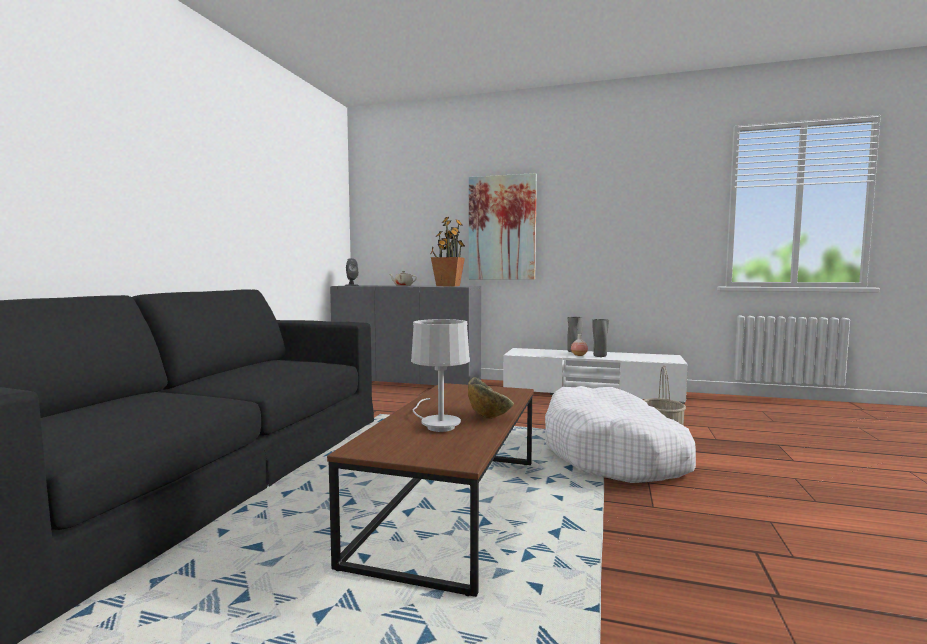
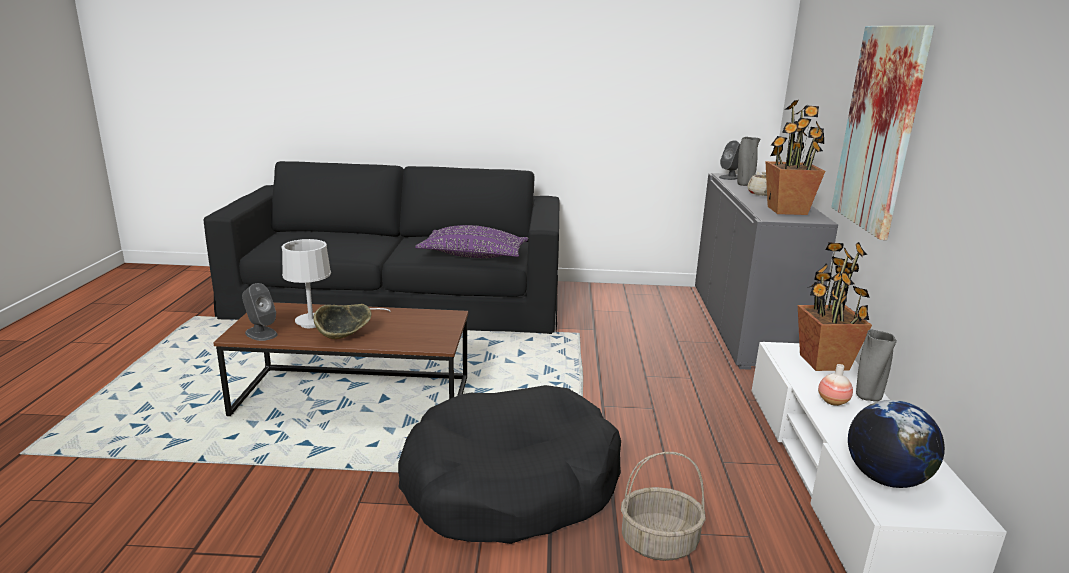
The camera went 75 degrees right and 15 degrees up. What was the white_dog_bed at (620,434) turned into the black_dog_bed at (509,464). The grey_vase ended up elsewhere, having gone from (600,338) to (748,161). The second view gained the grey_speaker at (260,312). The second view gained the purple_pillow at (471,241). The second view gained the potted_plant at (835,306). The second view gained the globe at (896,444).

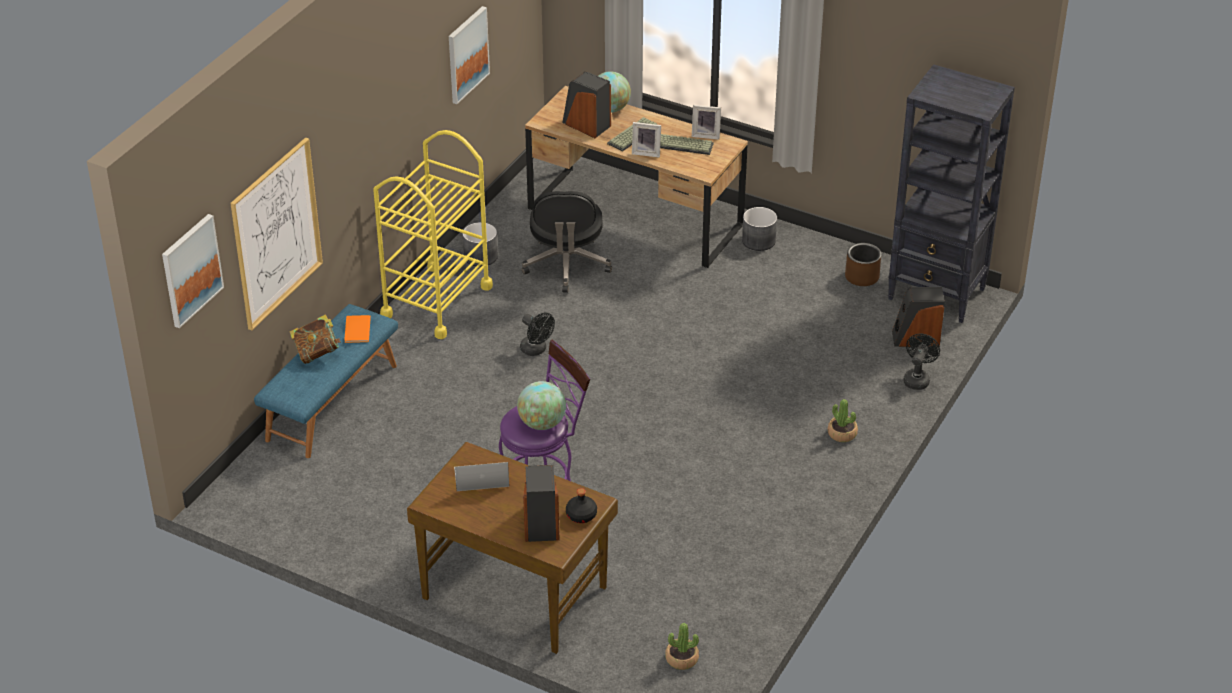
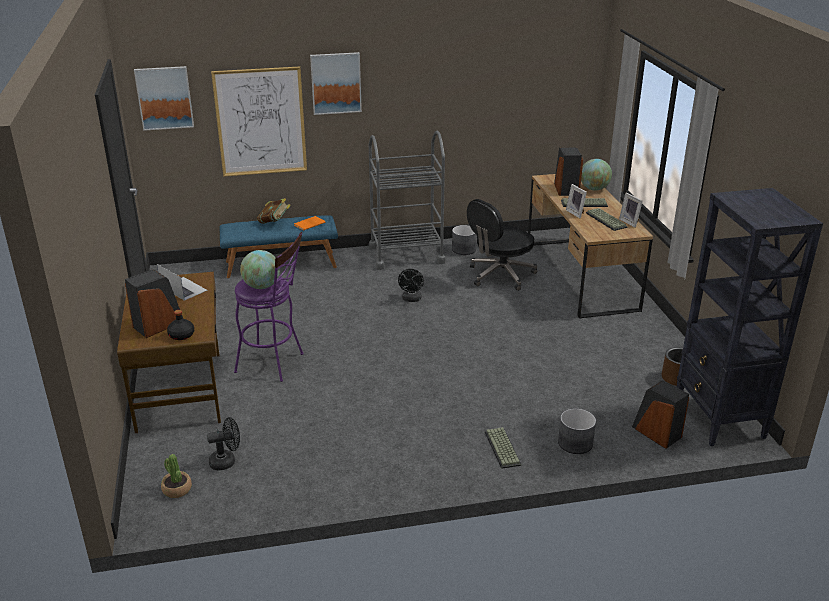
The camera went 50 degrees right and 10 degrees down. What was the yellow_cart at (433,234) turned into the grey_cart at (407,200). The picture ended up elsewhere, having gone from (469,55) to (336,83). The grey_planter ended up elsewhere, having gone from (759,229) to (577,431). Where the potted_plant stood at (843,420), the keyboard came to stand at (503,448). The black_fan ended up elsewhere, having gone from (921,362) to (223,444).

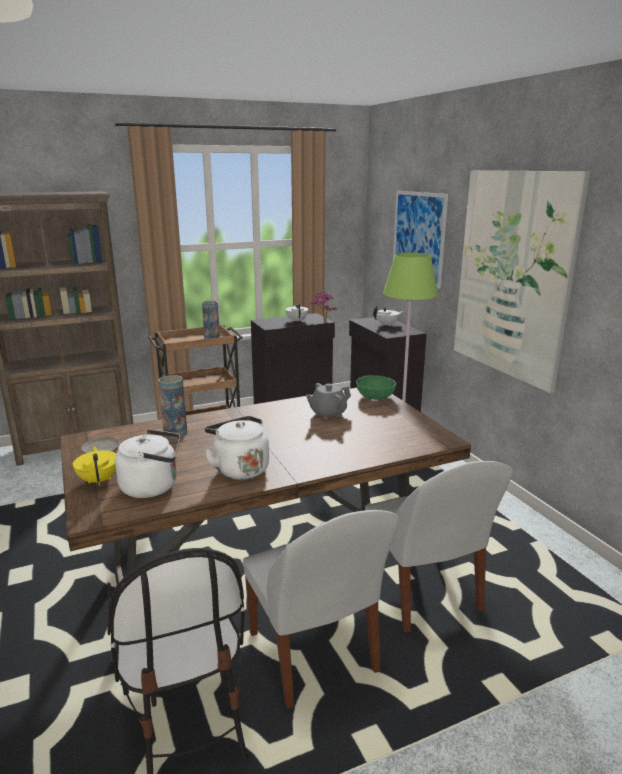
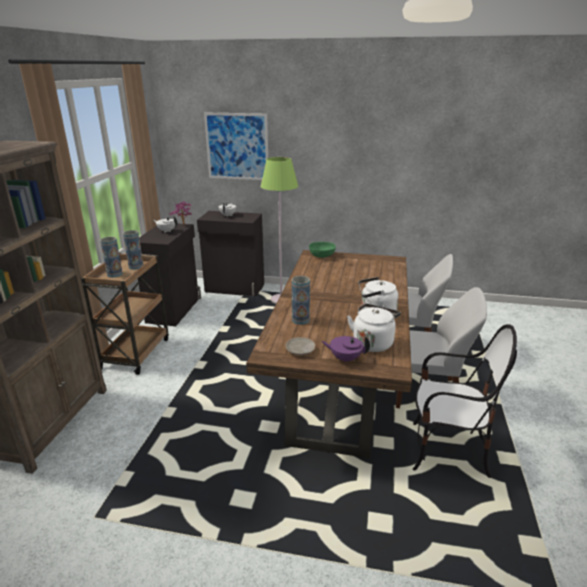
The camera went 55 degrees left and 5 degrees up. What was the yellow_teapot at (94,466) turned into the purple_teapot at (345,349). The second view lost the grey_teapot at (328,401). The second view lost the picture at (522,281). The second view gained the vase at (111,257).

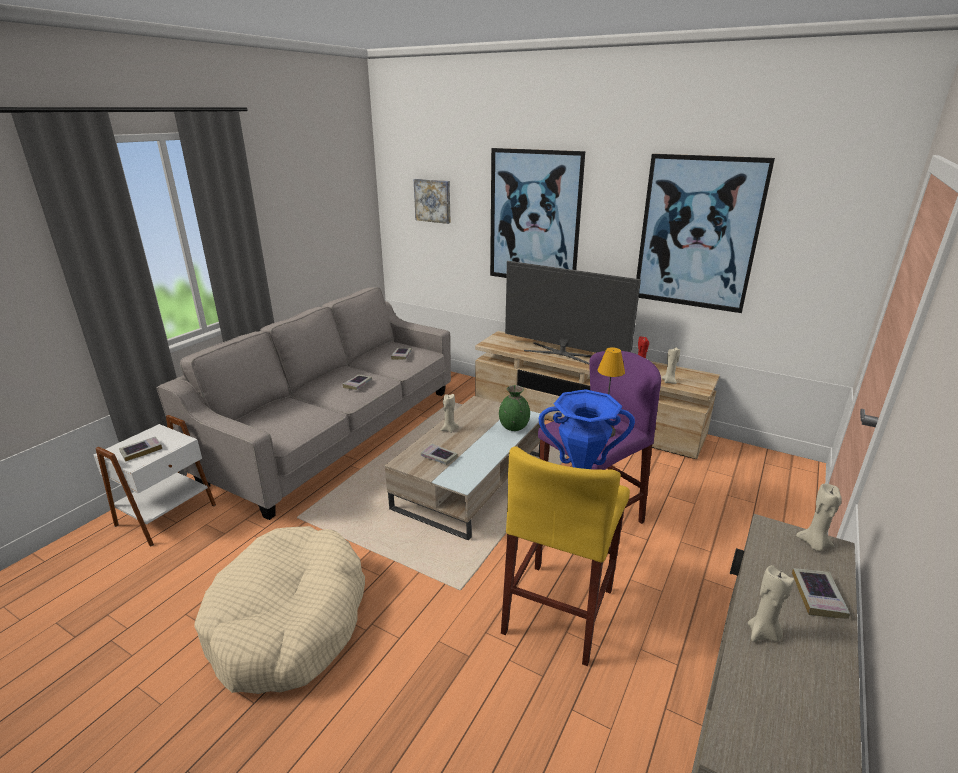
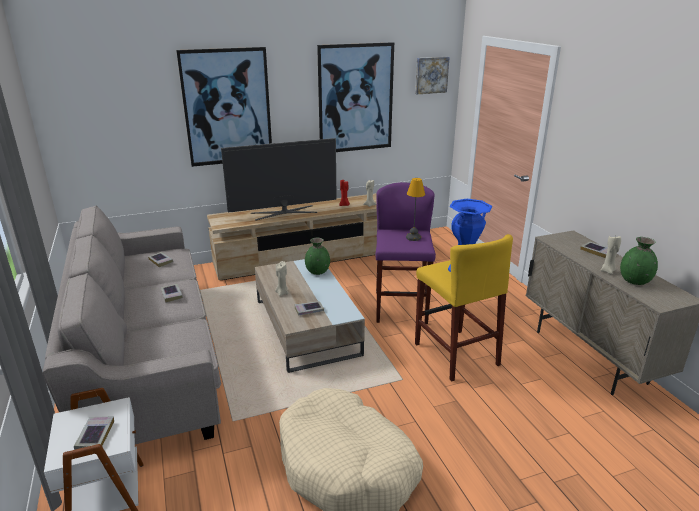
The camera went 50 degrees left and 0 degrees up. The picture ended up elsewhere, having gone from (432,201) to (432,75). The second view lost the beige_candle at (819,517). The second view gained the green_vase at (639,261).

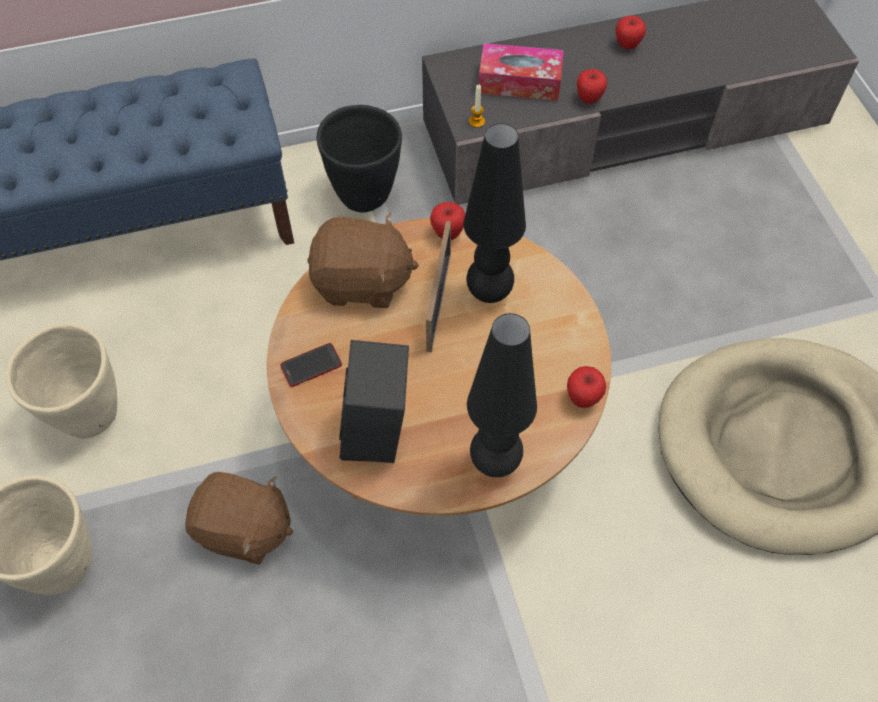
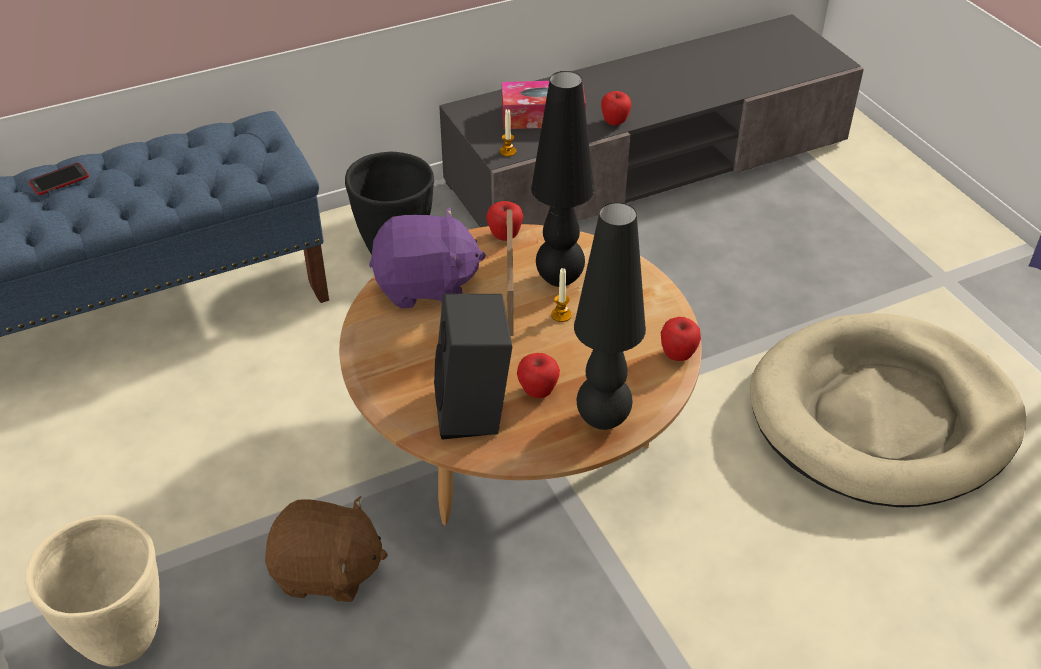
The camera went 10 degrees left and 15 degrees down. The second view lost the beige_planter at (61,381). The phone ended up elsewhere, having gone from (311,365) to (59,179). What was the brown_plush_toy at (363,260) turned into the purple_plush_toy at (427,258). The apple ended up elsewhere, having gone from (631,32) to (538,375). The second view gained the candle at (561,295).

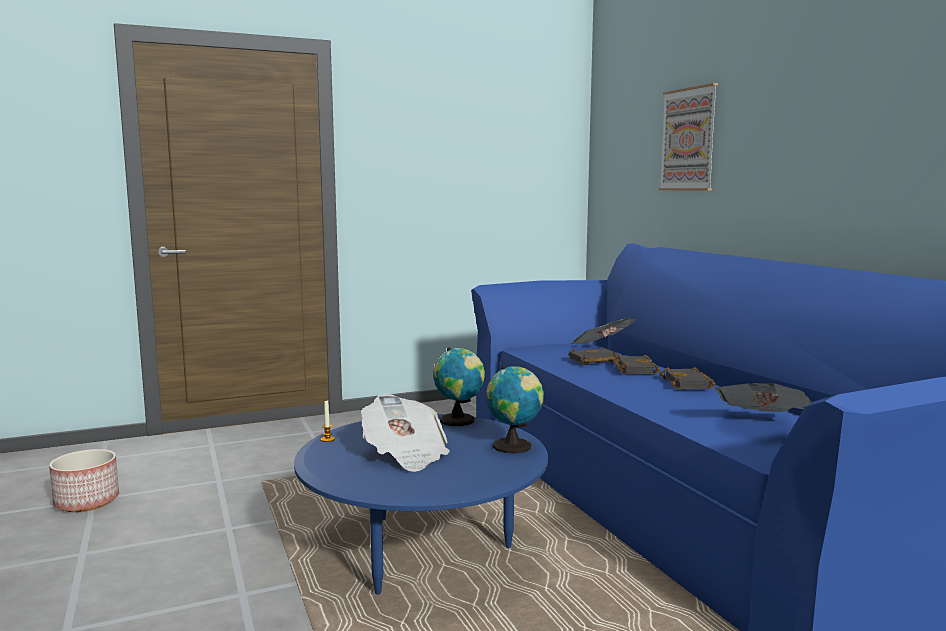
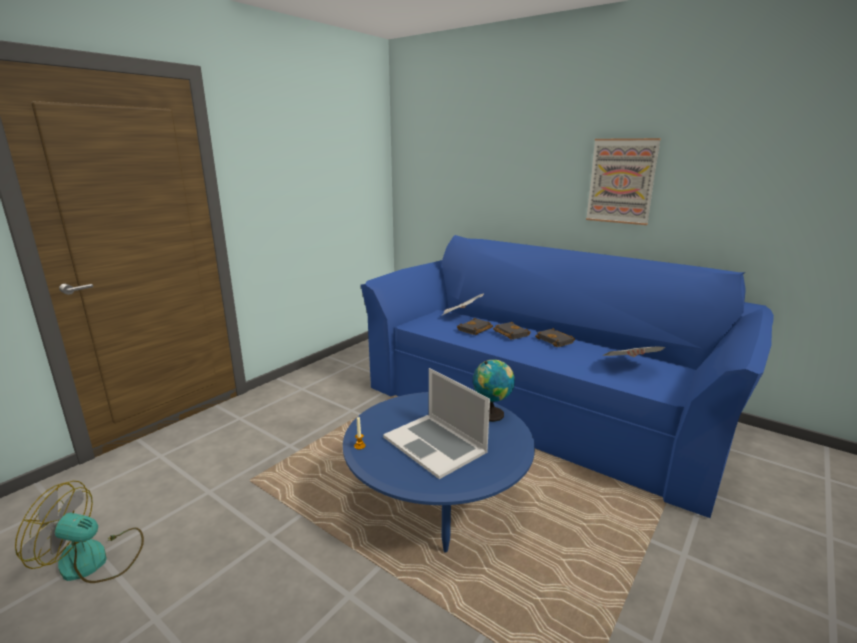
The camera went 30 degrees left and 10 degrees up. Where the planter stood at (84,480), the fan came to stand at (79,532). Where the newspaper stood at (405,433), the laptop came to stand at (436,423). The second view lost the globe at (459,387). The picture ended up elsewhere, having gone from (688,137) to (623,181).

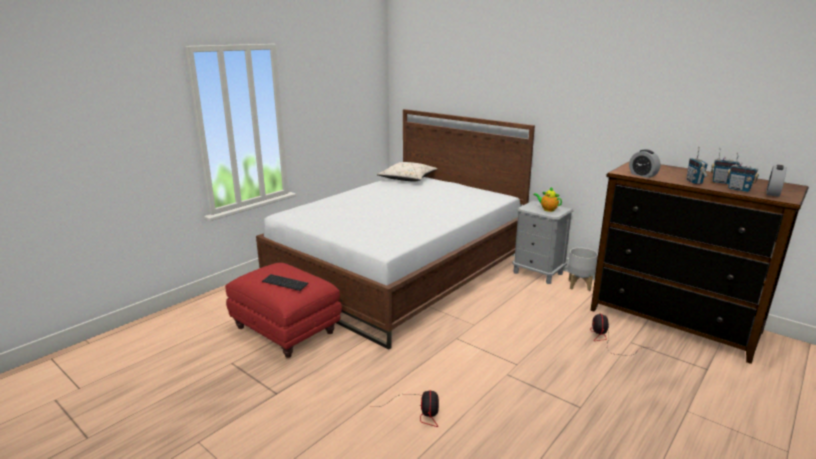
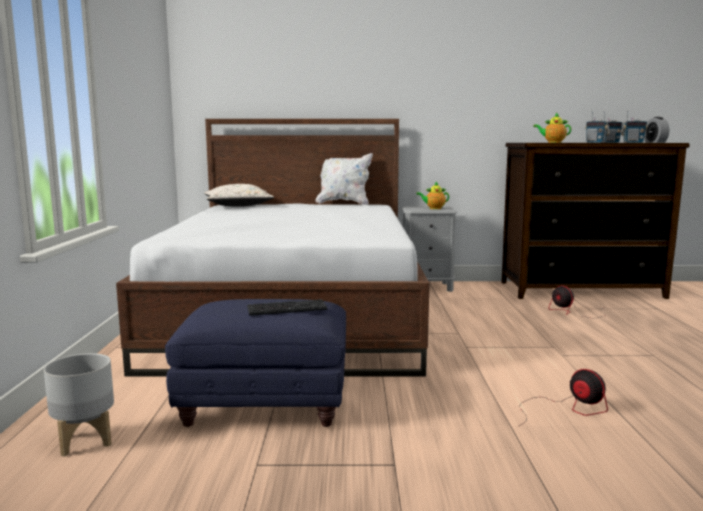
The camera went 40 degrees left and 10 degrees down. What was the red_ottoman at (283,310) turned into the blue_ottoman at (255,363). The grey_planter ended up elsewhere, having gone from (583,269) to (79,404). Where the alarm_clock stood at (645,163), the teapot came to stand at (552,128). The second view gained the white_pillow at (344,179).

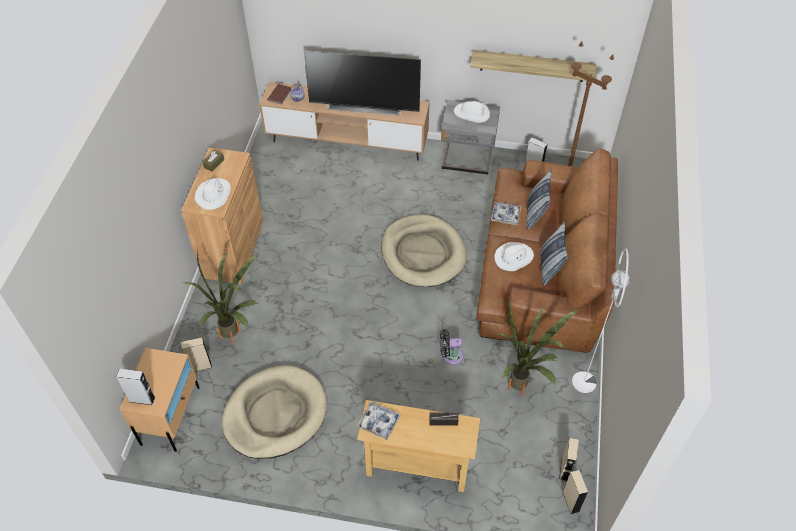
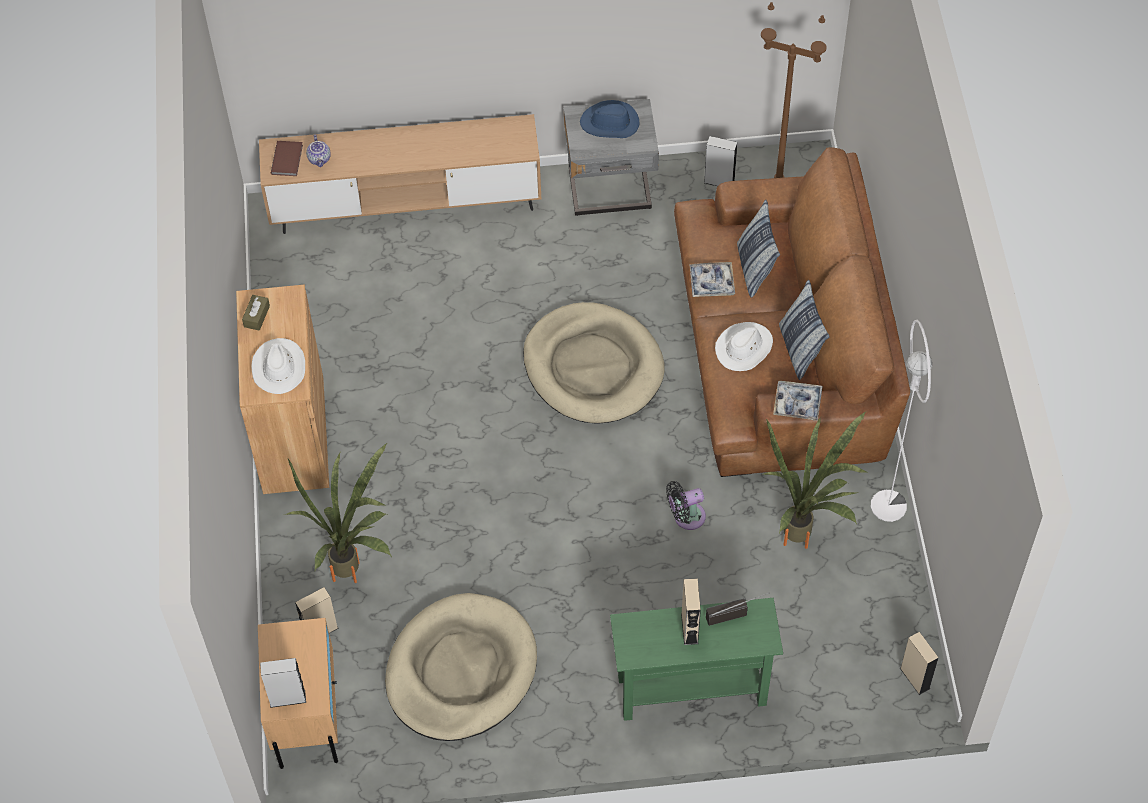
The camera went 15 degrees left and 5 degrees up. The second view lost the television at (362,82). What was the beige_console_table at (418,446) turned into the green_console_table at (696,659). The tray ended up elsewhere, having gone from (379,421) to (797,401). What was the white_hat at (472,112) turned into the blue_hat at (610,119). The second view lost the shelf at (533,66). The beige_speaker ended up elsewhere, having gone from (569,459) to (691,611).

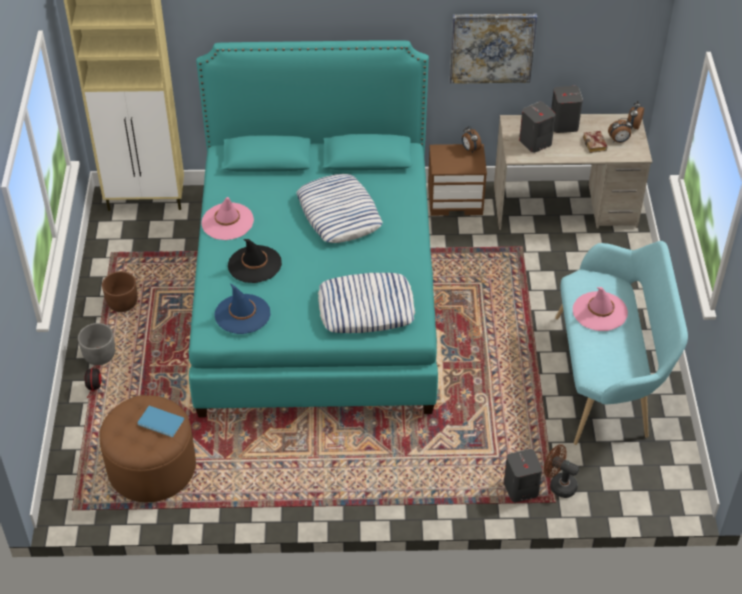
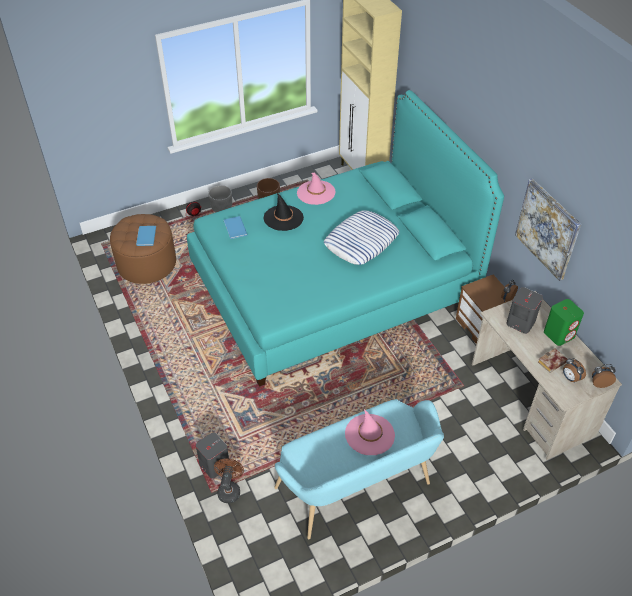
The camera went 65 degrees right and 0 degrees up. Where the blue_hat stood at (242,309), the blue_book came to stand at (236,227). The second view lost the pillow at (366,303). What was the grey_speaker at (567,109) turned into the green_speaker at (564,322).

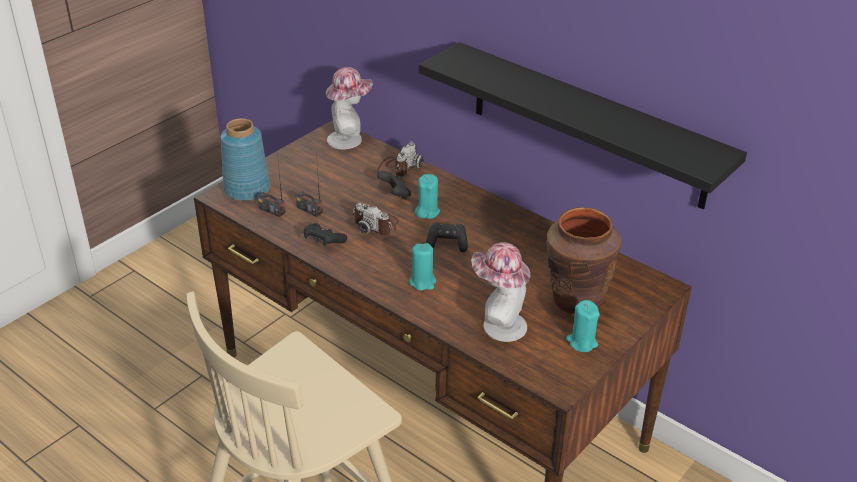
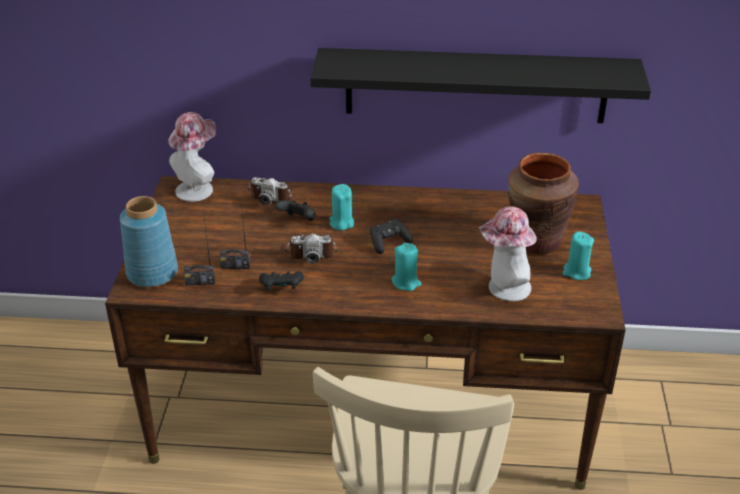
The camera went 35 degrees left and 0 degrees up. The photo_camera at (400,159) ended up facing another way, 120 degrees clockwise from before.

